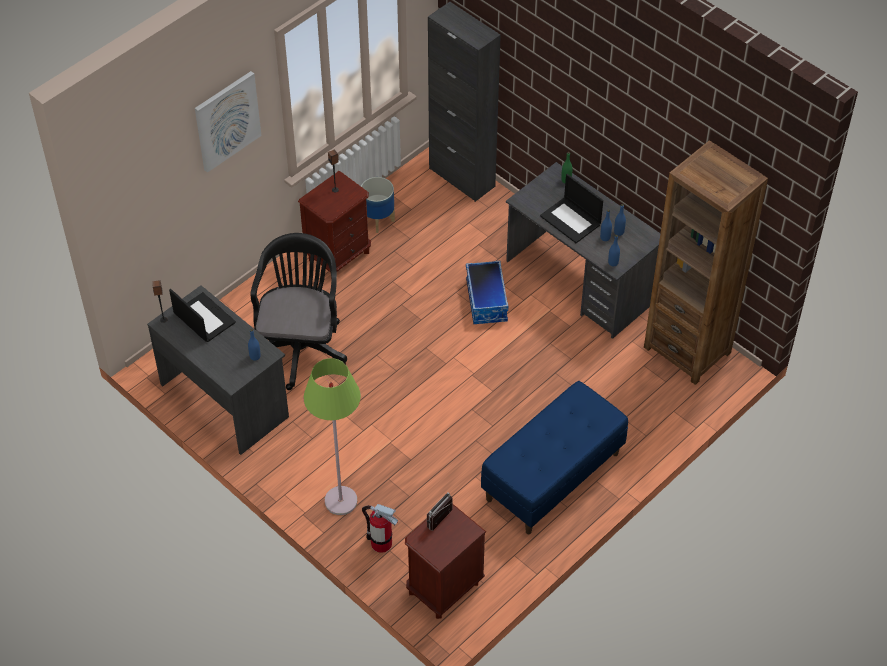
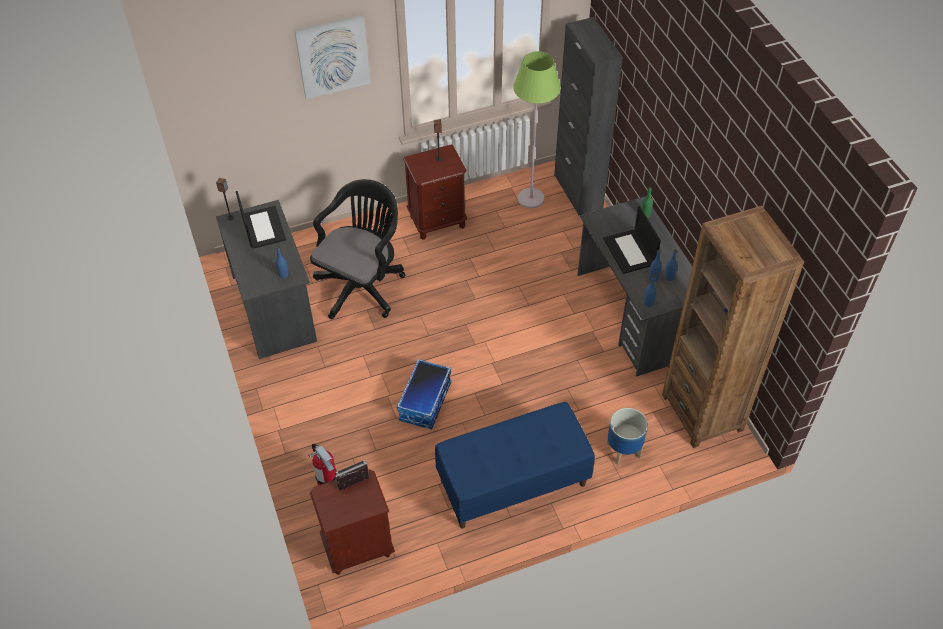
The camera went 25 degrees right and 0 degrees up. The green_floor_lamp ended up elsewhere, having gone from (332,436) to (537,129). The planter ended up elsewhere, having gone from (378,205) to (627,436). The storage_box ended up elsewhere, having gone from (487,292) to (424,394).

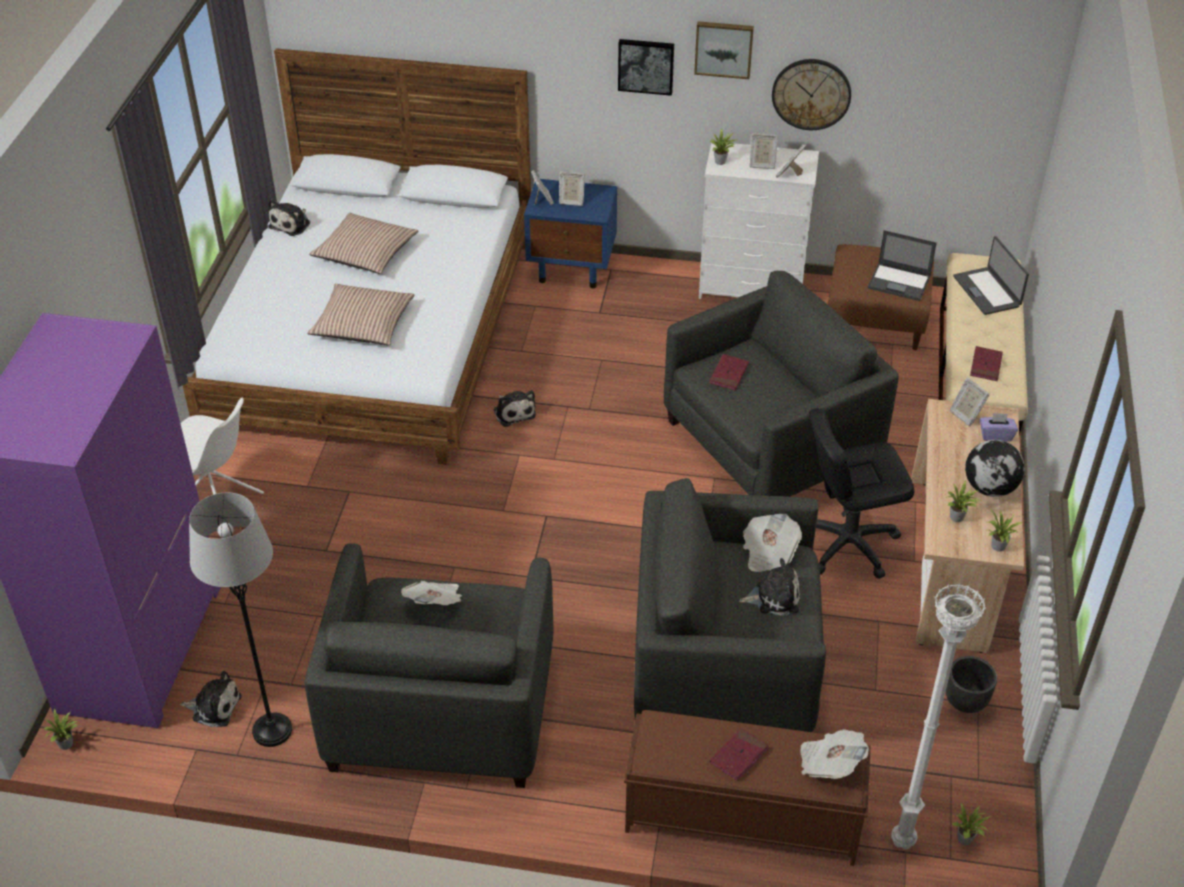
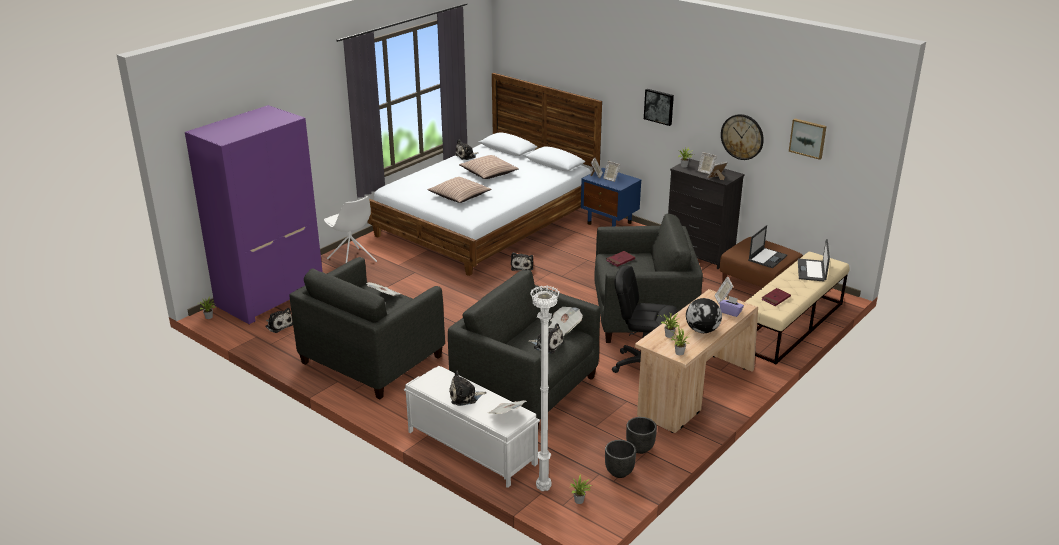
The camera went 30 degrees right and 15 degrees down. The second view lost the grey_floor_lamp at (240,619). What was the brown_bench at (747,788) turned into the white_bench at (472,427). The picture ended up elsewhere, having gone from (724,50) to (808,139). What was the white_dresser at (759,221) turned into the black_dresser at (706,214). Where the red_book stood at (739,754), the plush_toy came to stand at (468,388). The laptop at (902,265) ended up facing another way, 105 degrees counterclockwise from before. The second view gained the black_planter at (620,459).

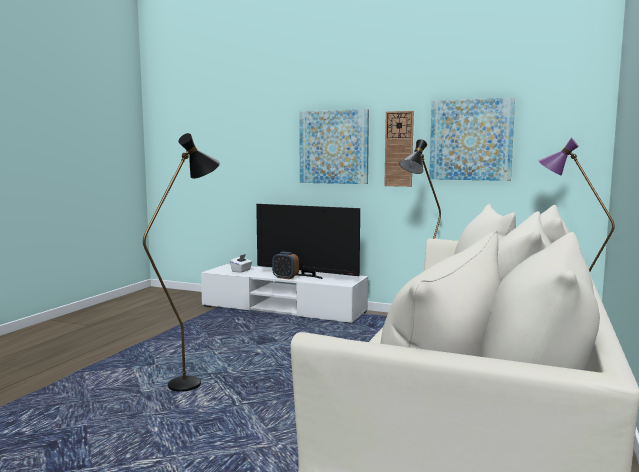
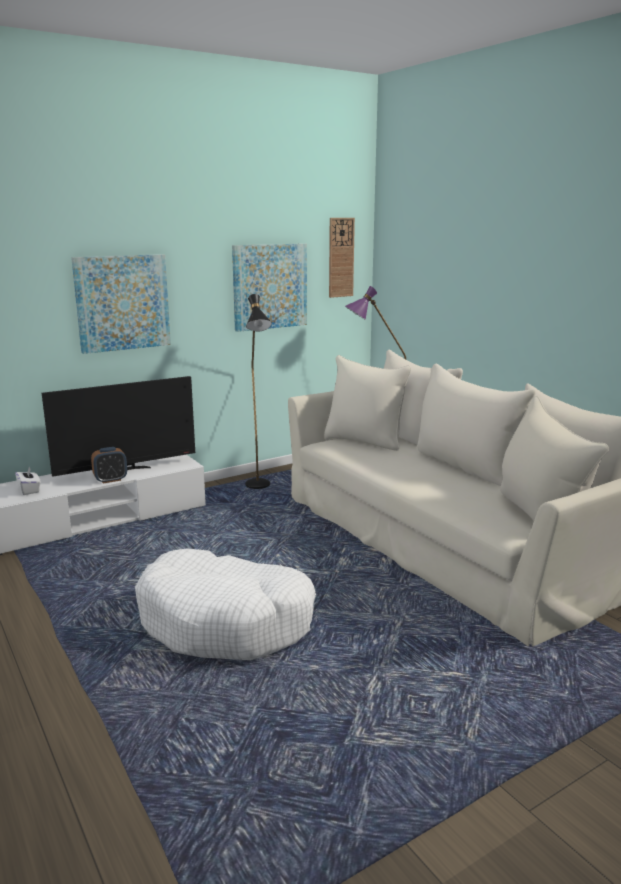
The camera went 55 degrees left and 10 degrees up. Where the black_floor_lamp stood at (181,262), the white_dog_bed came to stand at (225,604). The wall_clock ended up elsewhere, having gone from (399,149) to (342,258).

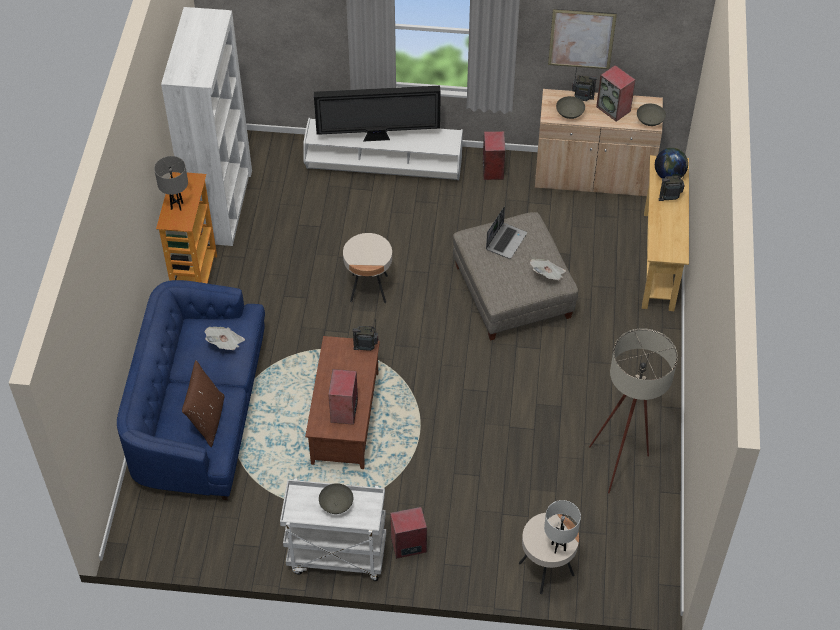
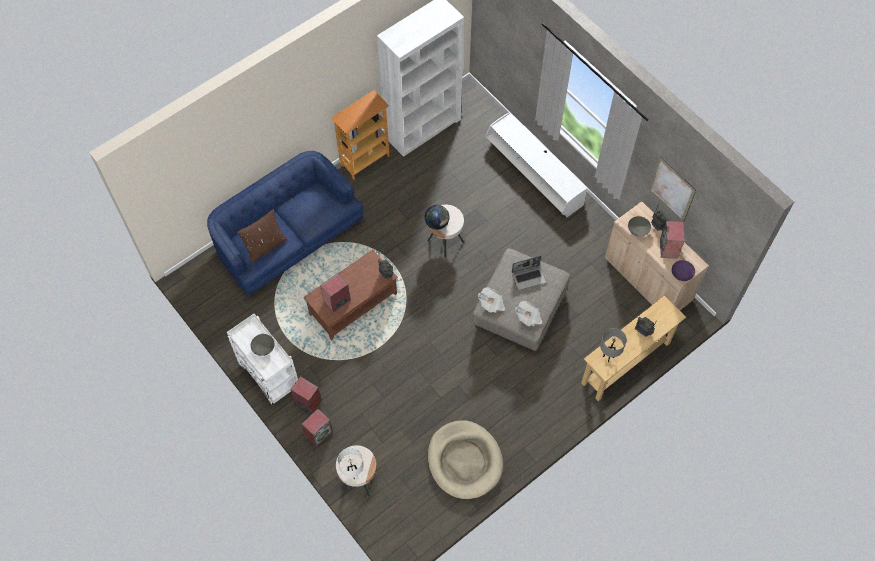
The camera went 45 degrees right and 10 degrees up. The grey_table_lamp ended up elsewhere, having gone from (171,183) to (613,345). The newspaper ended up elsewhere, having gone from (224,338) to (491,300). The second view lost the television at (377,114). The speaker ended up elsewhere, having gone from (494,155) to (317,428). Where the beige_floor_lamp stood at (633,410), the beige_dog_bed came to stand at (465,459). What was the grey_bowl at (651,115) turned into the purple_bowl at (683,270). The globe ended up elsewhere, having gone from (671,163) to (437,217).

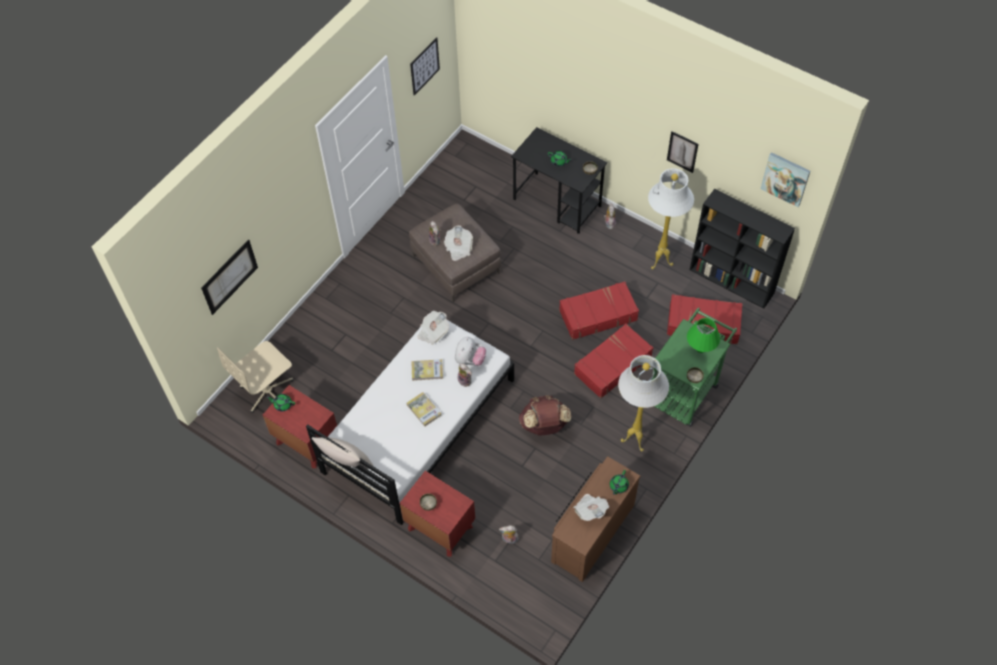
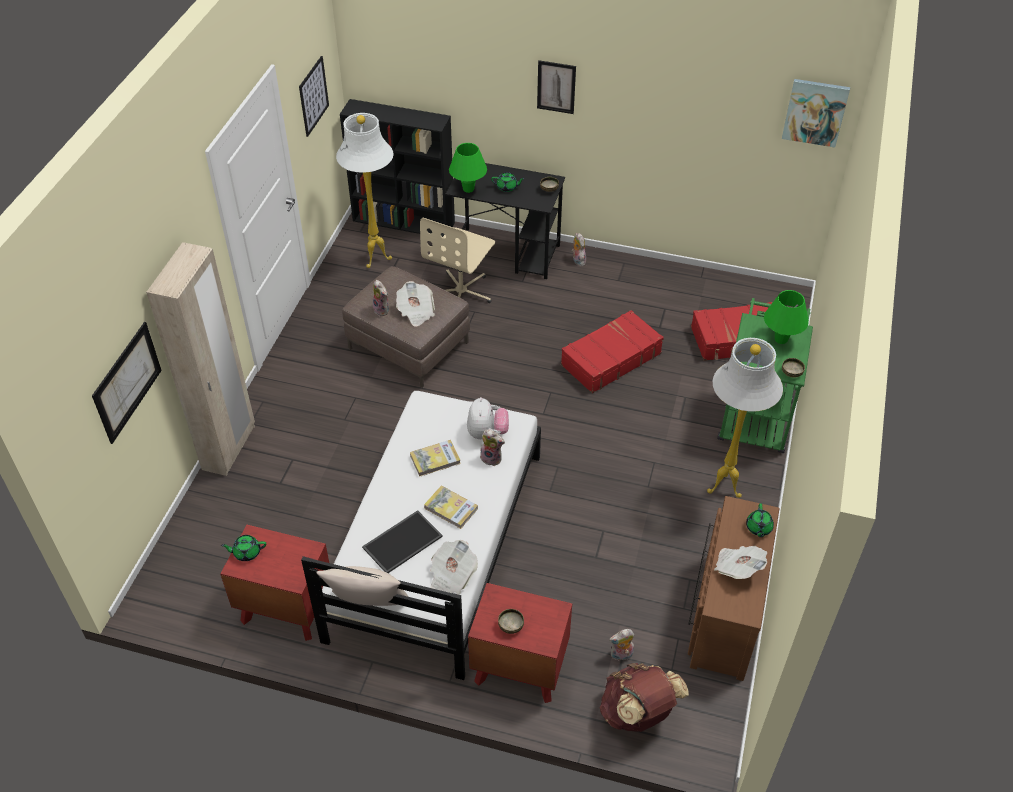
The camera went 20 degrees left and 10 degrees down. The beige_office_chair ended up elsewhere, having gone from (255,377) to (457,260). The newspaper ended up elsewhere, having gone from (433,328) to (454,567). The brown_backpack ended up elsewhere, having gone from (545,415) to (644,697). The second view lost the red_suitcase at (613,361). The white_floor_lamp ended up elsewhere, having gone from (671,218) to (365,190). The picture ended up elsewhere, having gone from (682,152) to (556,87). The black_bookcase ended up elsewhere, having gone from (742,249) to (397,168). The second view gained the beige_wardrobe at (200,359). The second view gained the tray at (402,541). The second view gained the green_table_lamp at (468,168).

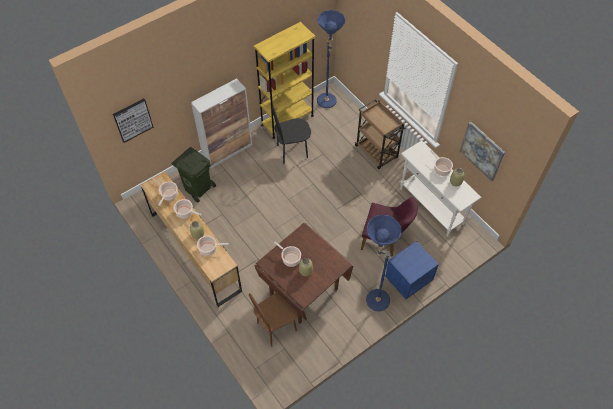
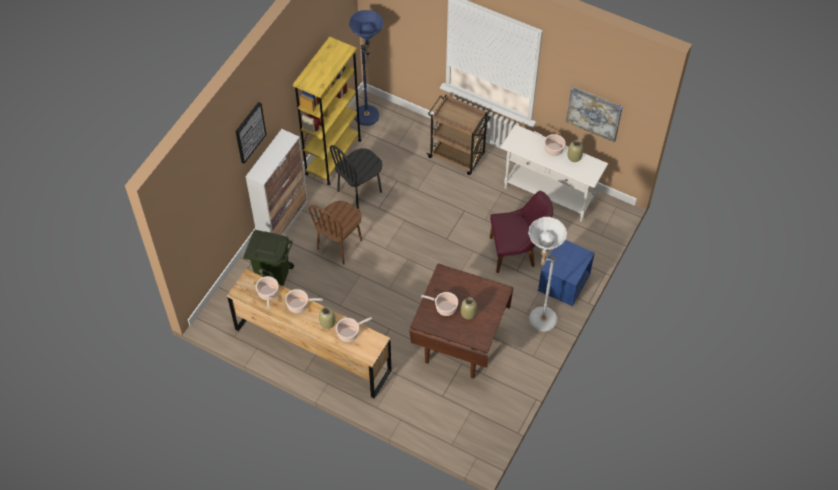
The camera went 25 degrees left and 0 degrees up. The picture ended up elsewhere, having gone from (133,121) to (251,133). The brown_chair ended up elsewhere, having gone from (273,320) to (335,232). What was the blue_floor_lamp at (384,263) turned into the white_floor_lamp at (547,274).

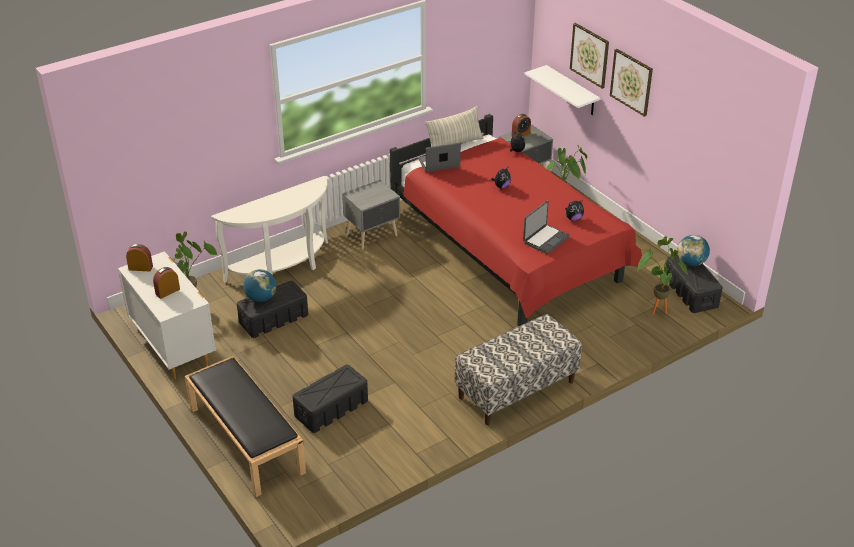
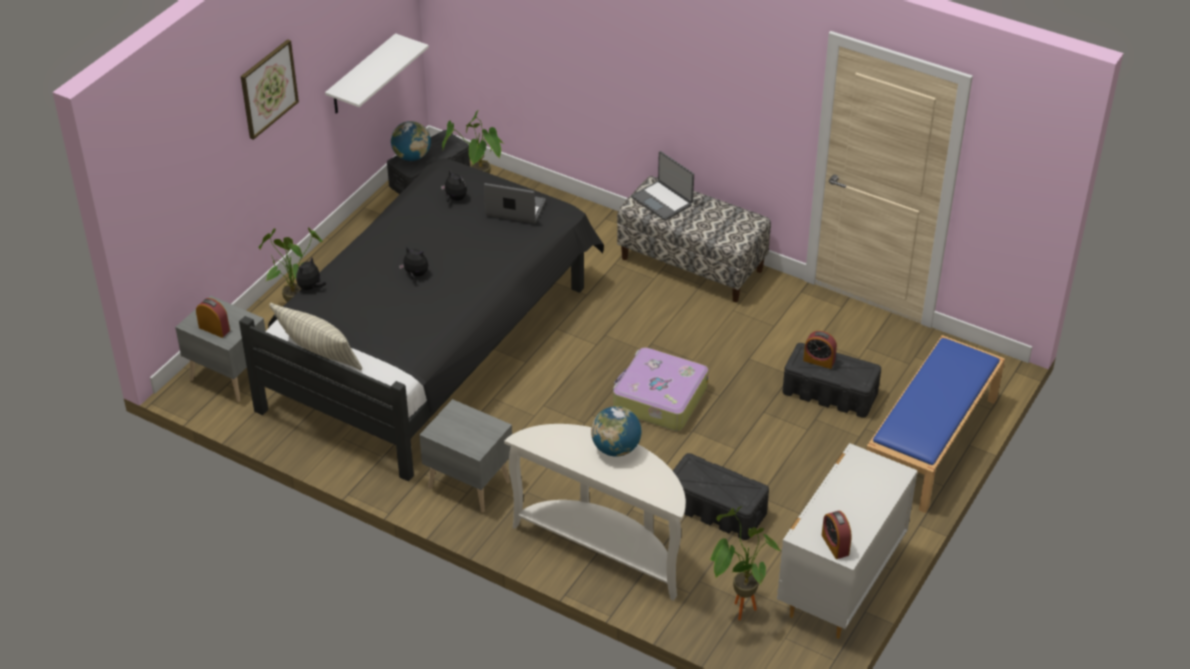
The camera went 115 degrees left and 5 degrees up. The alarm_clock ended up elsewhere, having gone from (166,283) to (820,350). What was the black_bench at (245,426) turned into the blue_bench at (935,424). The globe ended up elsewhere, having gone from (259,285) to (616,431). What was the red_bed at (516,220) turned into the black_bed at (421,320). The laptop ended up elsewhere, having gone from (440,157) to (662,186). The white_shelf ended up elsewhere, having gone from (563,90) to (377,73). The second view lost the picture at (589,56). The second view gained the suitcase at (660,389).

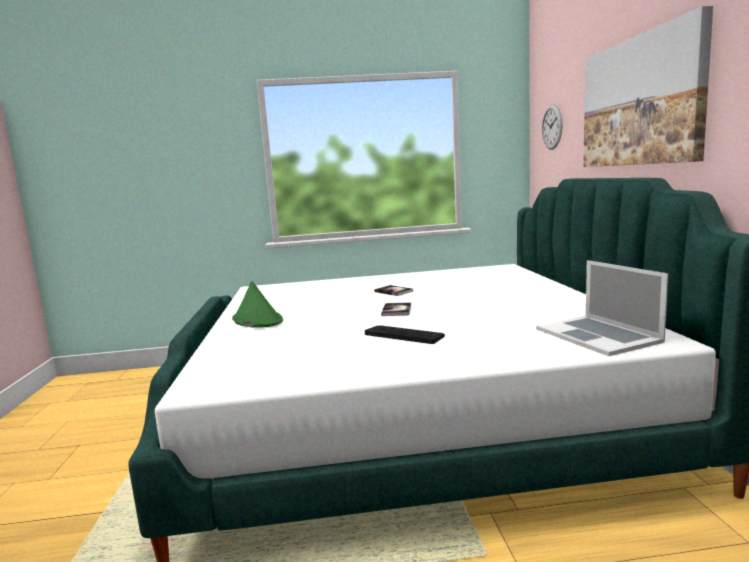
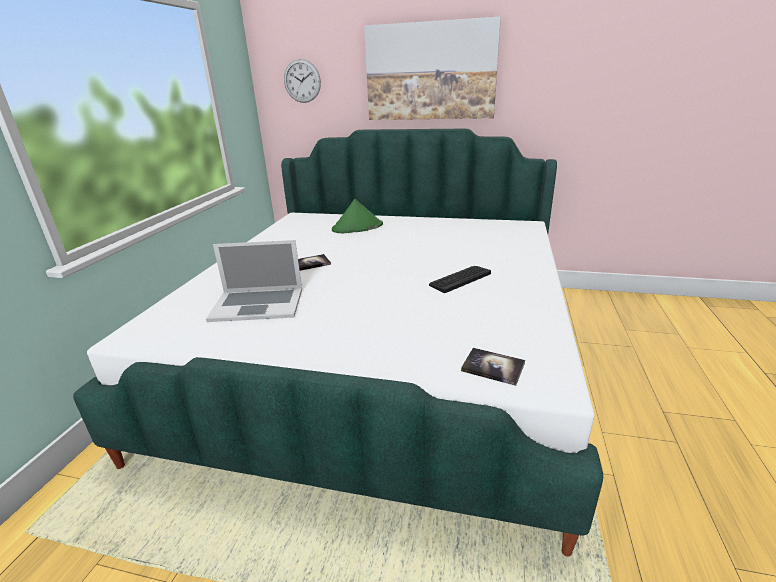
The camera went 70 degrees left and 15 degrees up. The green_hat ended up elsewhere, having gone from (257,304) to (357,216). The book ended up elsewhere, having gone from (396,309) to (493,367). The laptop ended up elsewhere, having gone from (602,308) to (254,281).

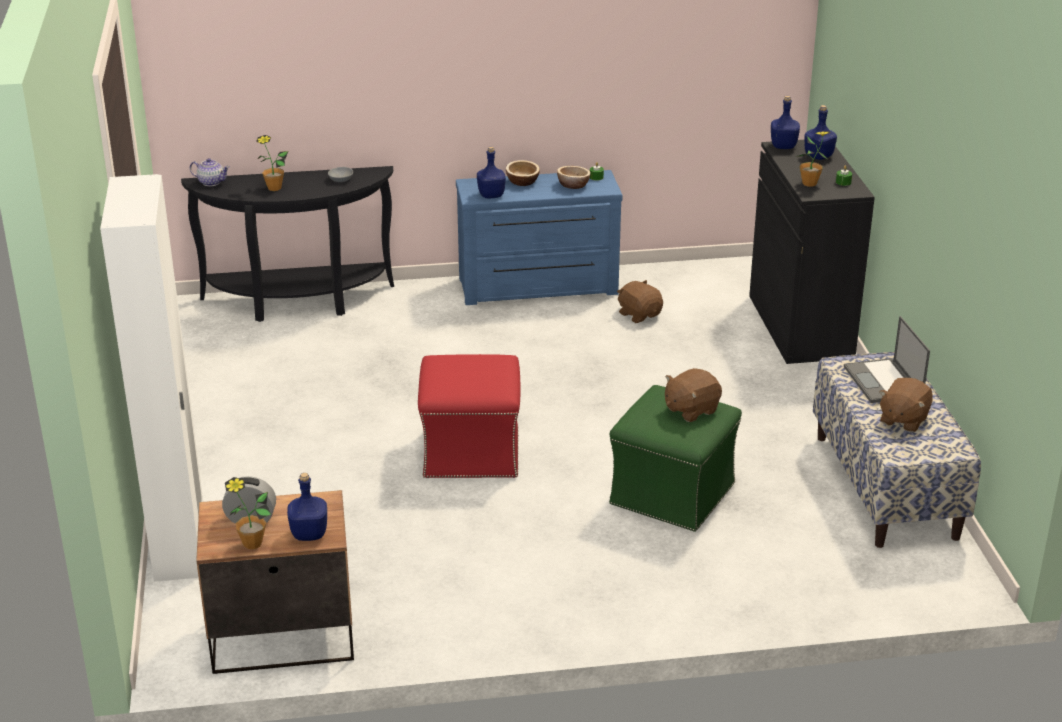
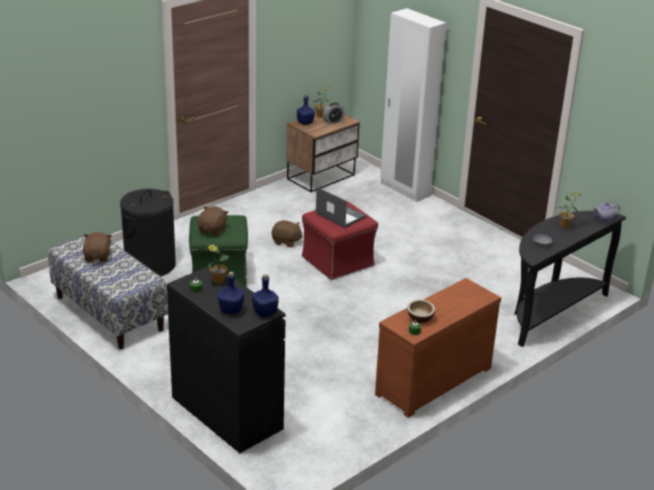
The camera went 145 degrees right and 0 degrees up. What was the blue_dresser at (539,237) turned into the brown_dresser at (438,348). The second view lost the blue_bottle at (491,172). The second view lost the bowl at (523,173). The brown_plush_toy ended up elsewhere, having gone from (640,301) to (287,233). The laptop ended up elsewhere, having gone from (887,359) to (341,207). The second view gained the black_laundry_basket at (148,232).

